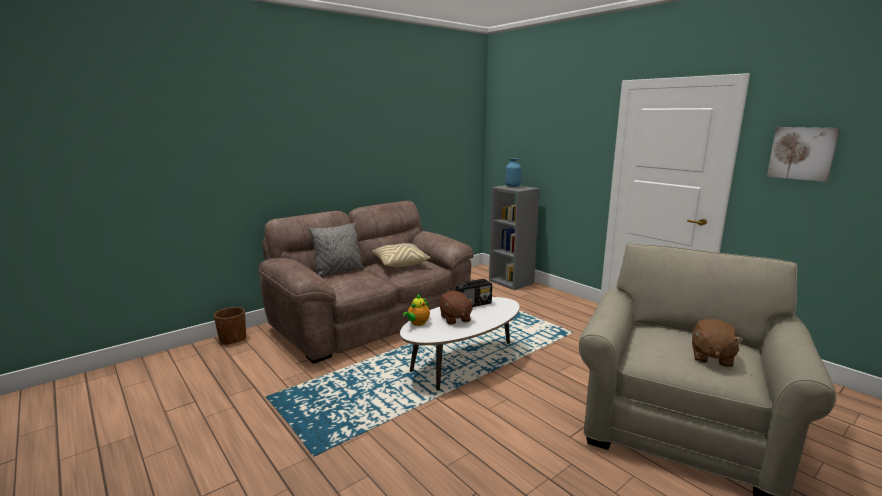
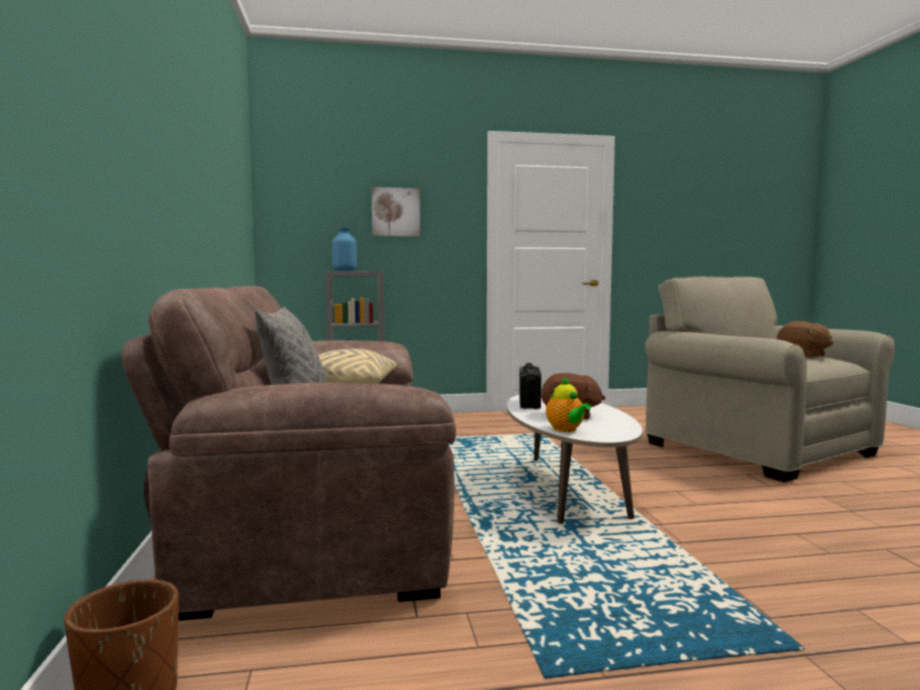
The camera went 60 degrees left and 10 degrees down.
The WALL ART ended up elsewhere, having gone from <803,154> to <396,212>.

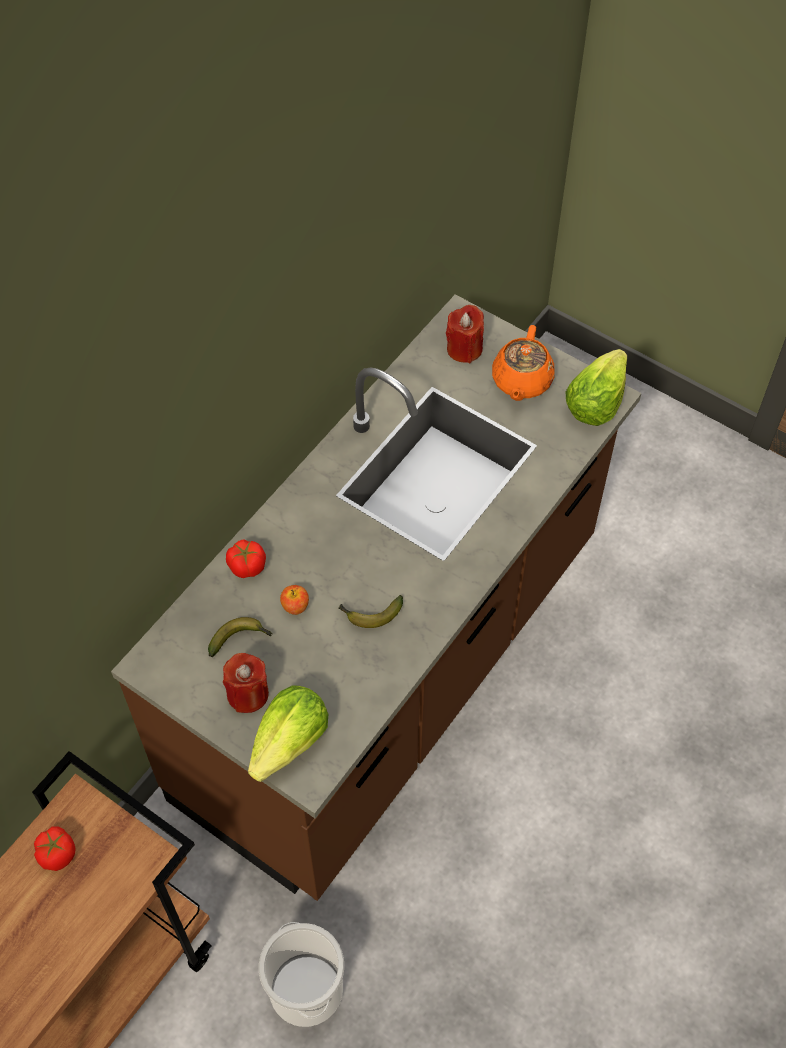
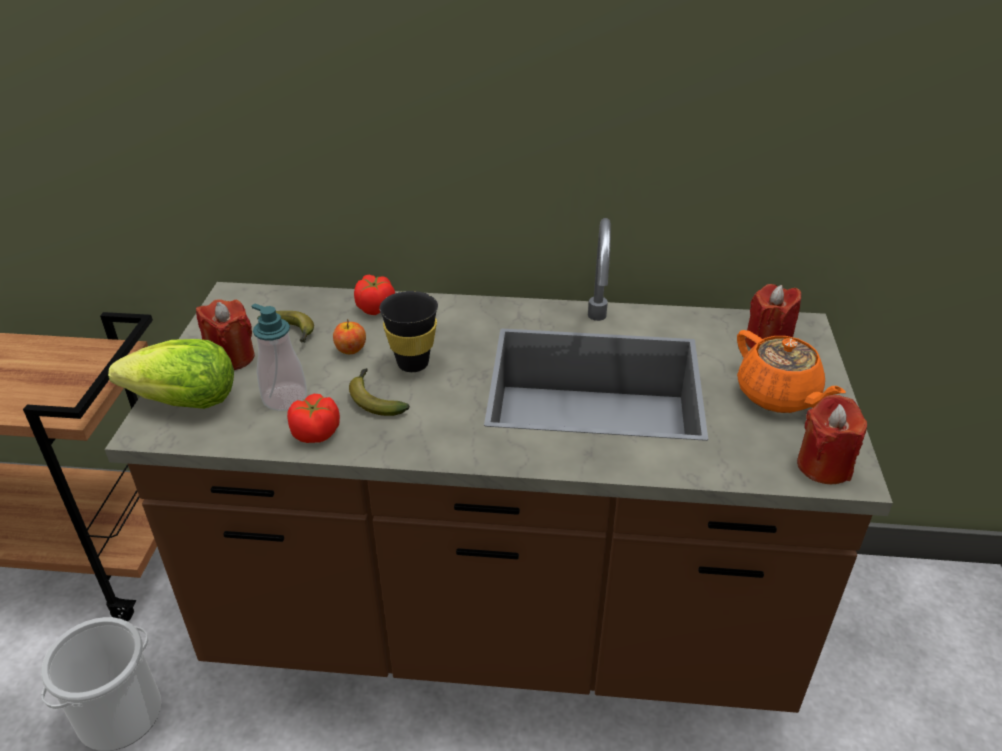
The camera went 60 degrees right and 20 degrees down.
The ORANGE-COLOURED POT FOR TEA at <523,363> ended up facing another way, 105 degrees counterclockwise from before.
Where the HEAD OF LETTUCE stood at <596,387>, the REDDISH WAX CANDLE came to stand at <832,439>.
The TOMATO ended up elsewhere, having gone from <55,848> to <313,418>.
The second view gained the BLACKISH DRINKING CUP at <408,331>.
The second view gained the SOAP DISPENSER at <279,357>.

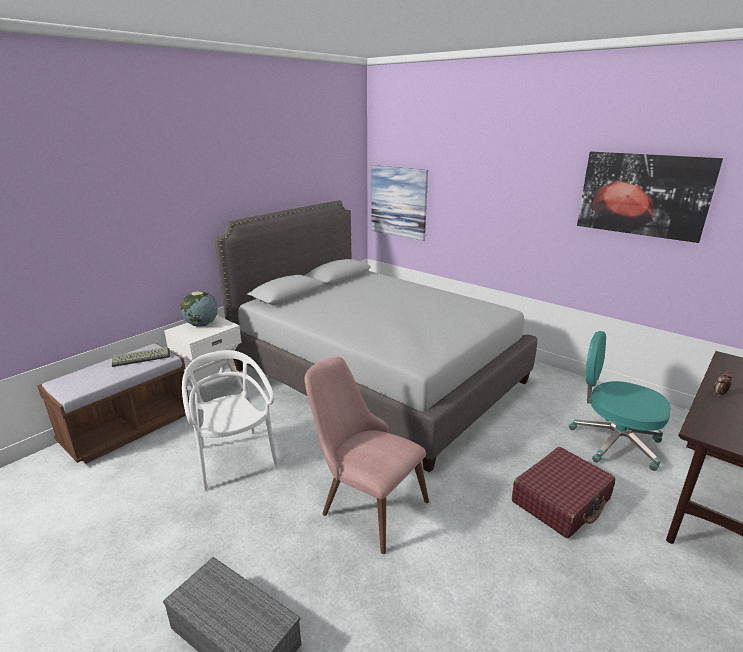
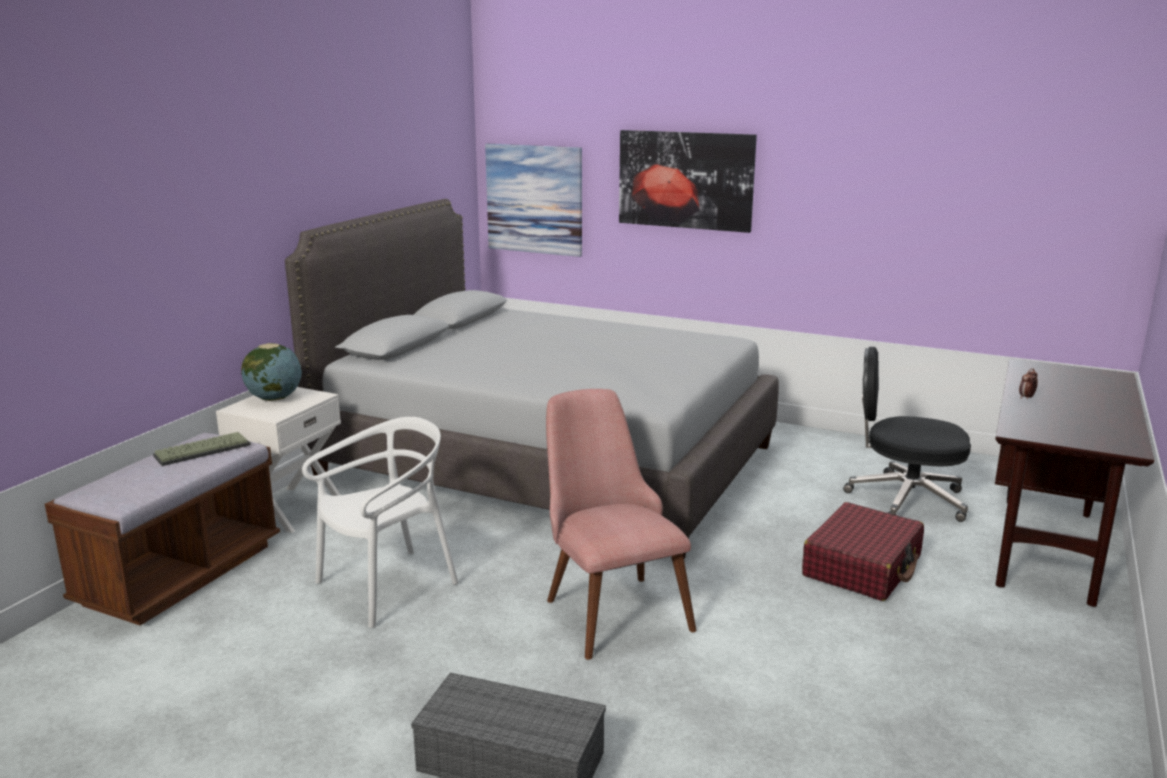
The camera went 15 degrees left and 5 degrees down.
The WALL ART ended up elsewhere, having gone from <650,197> to <688,181>.
What was the BLUE-GREEN COMPUTER CHAIR at <620,401> turned into the BLACKISH COMPUTER CHAIR at <907,434>.
The WHITE-COLOURED UPRIGHT CHAIR at <230,420> ended up facing another way, 90 degrees clockwise from before.
The PINKISH UPRIGHT CHAIR at <366,455> ended up facing another way, 45 degrees clockwise from before.

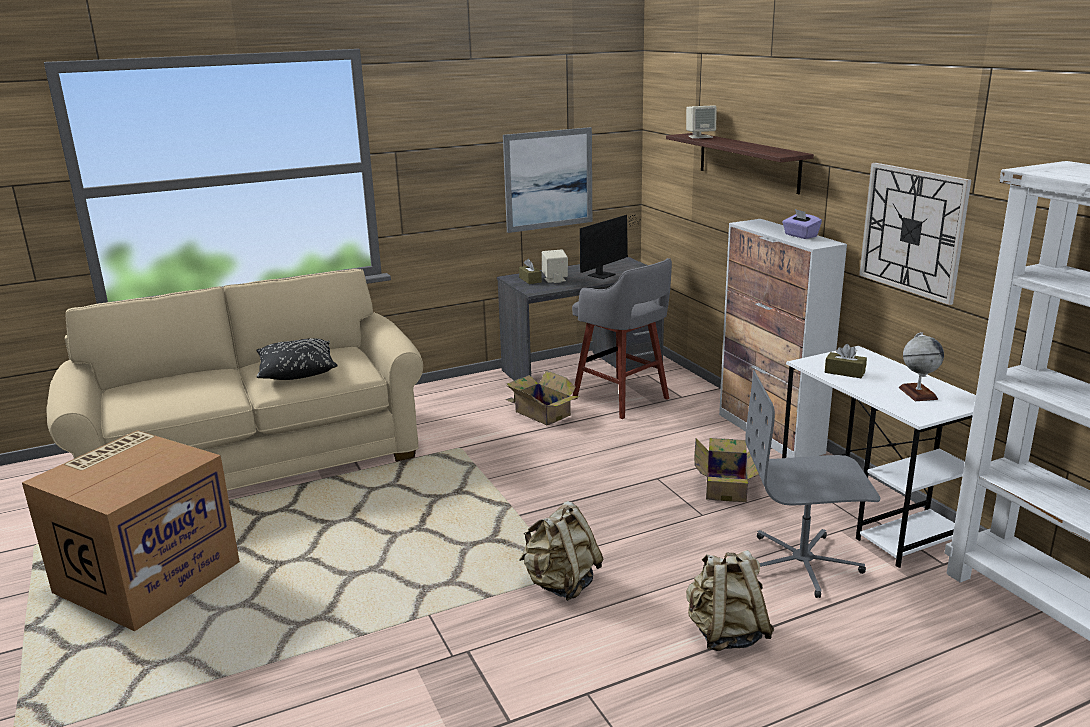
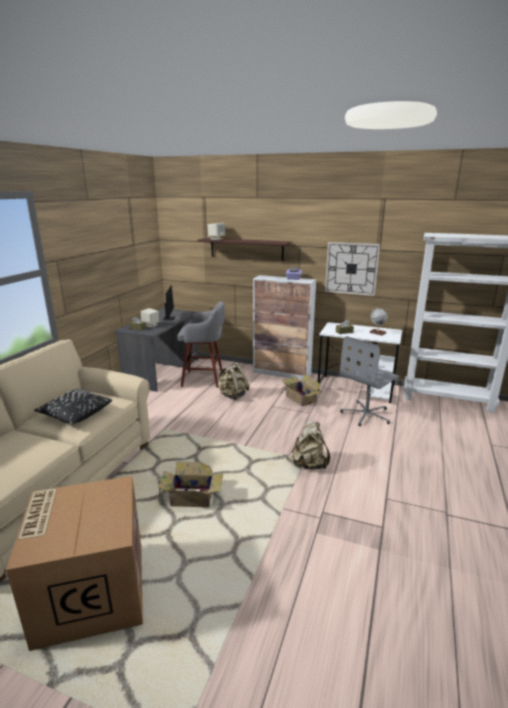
The camera went 45 degrees left and 0 degrees up.
The second view lost the WALL ART at <547,180>.
The CARTON ended up elsewhere, having gone from <542,397> to <190,484>.
The BEIGE BACKPACK ended up elsewhere, having gone from <730,600> to <233,381>.

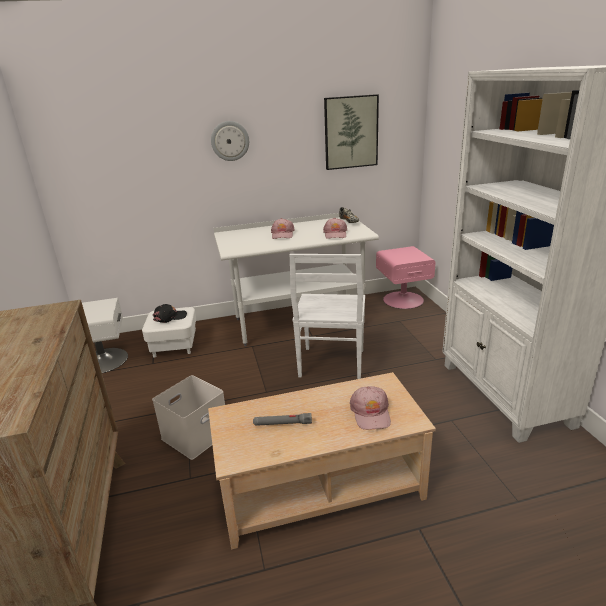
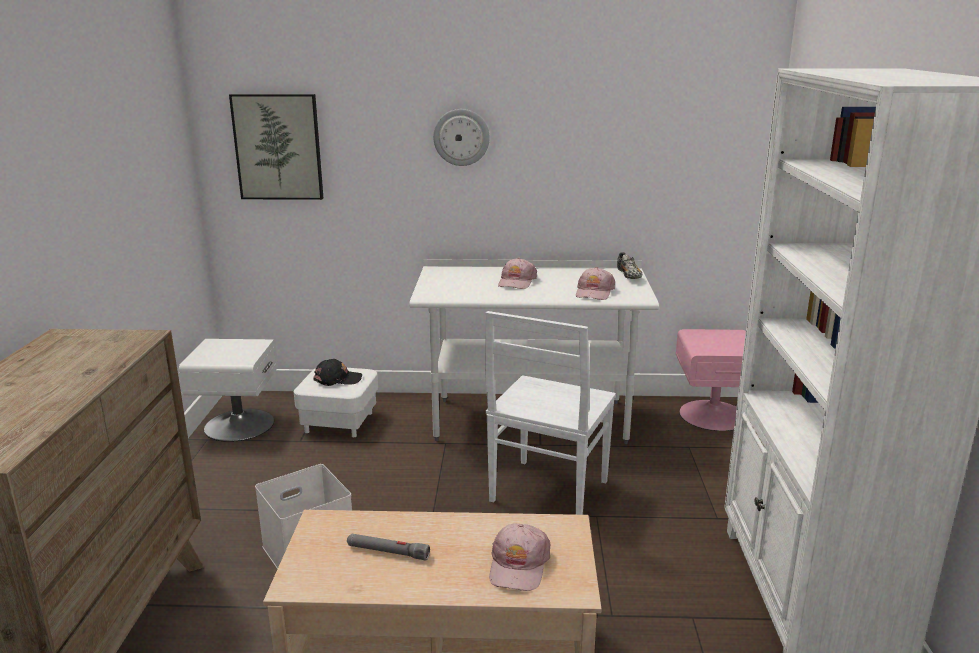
The camera went 15 degrees right and 5 degrees down.
The WALL ART ended up elsewhere, having gone from <351,132> to <276,147>.

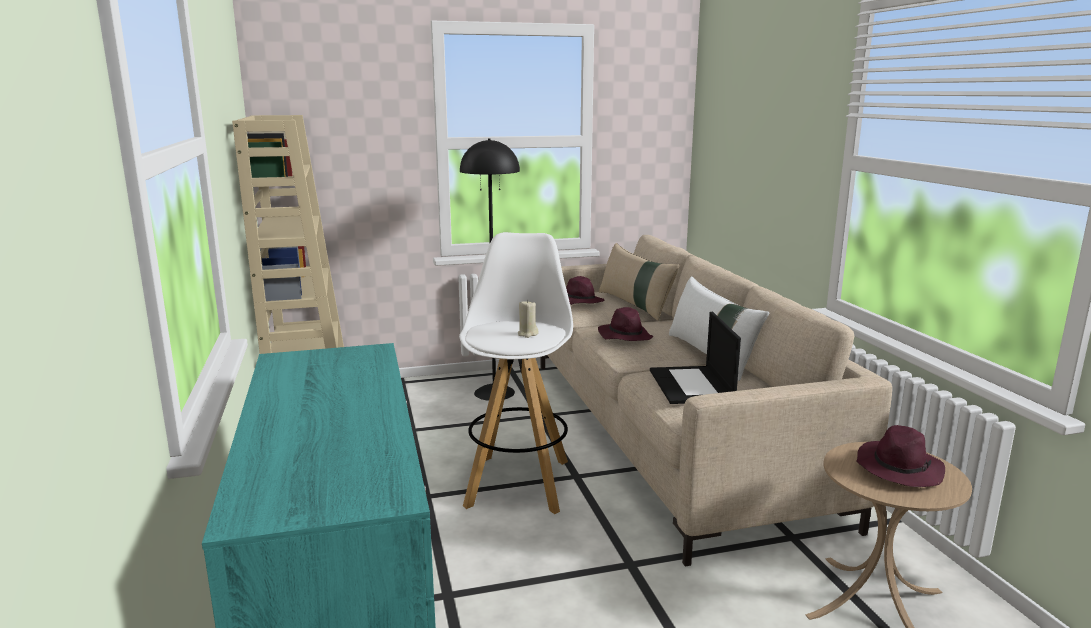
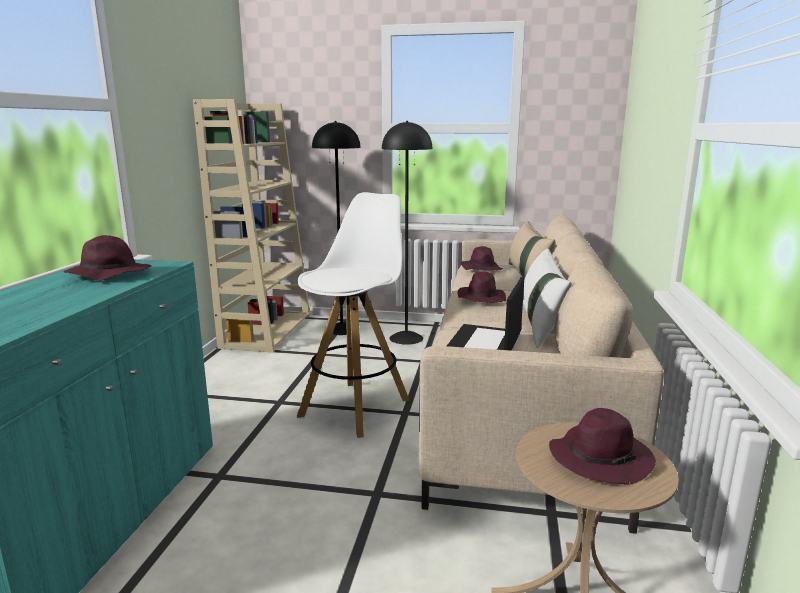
The camera went 25 degrees right and 0 degrees up.
The second view lost the BEIGE WAX CANDLE at <528,319>.
The second view gained the BLACKISH STANDARD LAMP at <336,228>.
The second view gained the PURPLISH WEARABLE HAT at <107,258>.

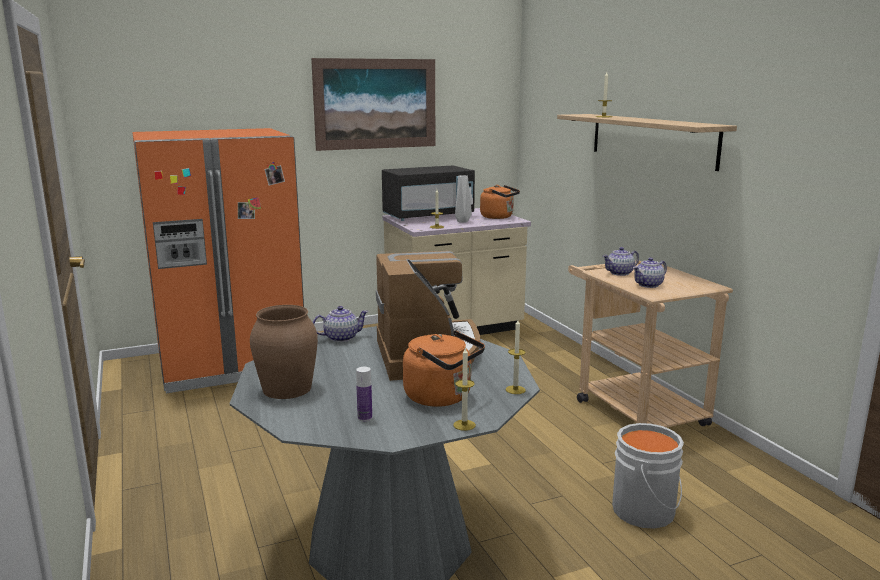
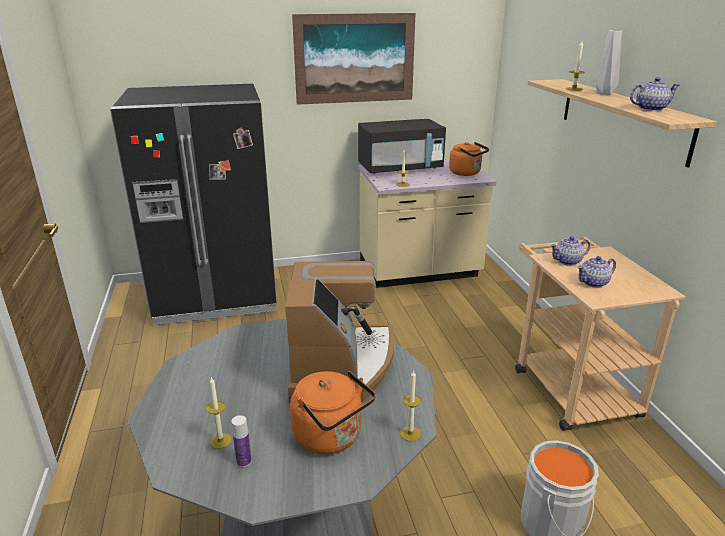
The camera went 10 degrees right and 10 degrees up.
What was the ORANGE-COLOURED FRIDGE at <218,260> turned into the BLACKISH FRIDGE at <193,205>.
The GREYISH FLOWER VASE ended up elsewhere, having gone from <463,199> to <609,62>.
The second view lost the BROWN-COLOURED FLOWER VASE at <284,352>.
The POT FOR TEA ended up elsewhere, having gone from <341,324> to <655,94>.
The WAX CANDLE ended up elsewhere, having gone from <464,389> to <219,413>.

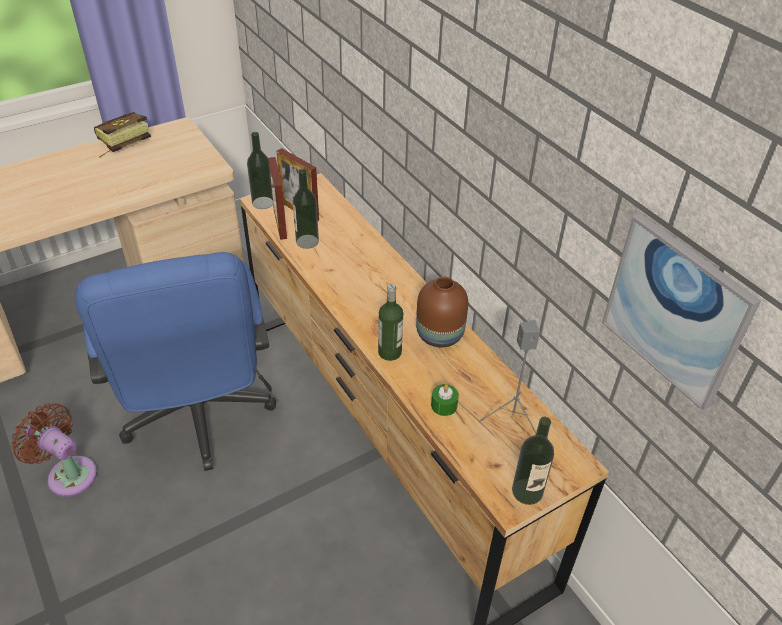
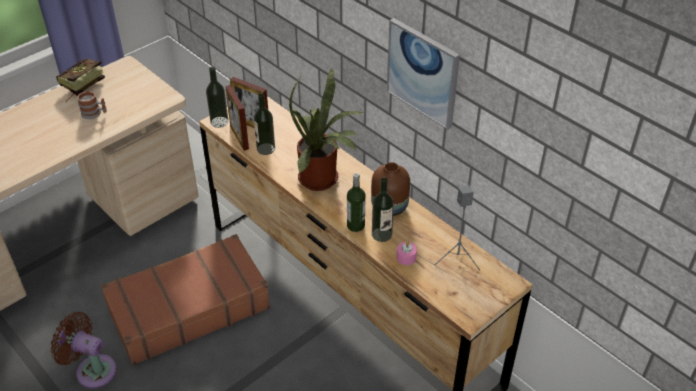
The camera went 10 degrees left and 0 degrees up.
The WALL ART ended up elsewhere, having gone from <681,312> to <423,74>.
Where the BLUE COMPUTER CHAIR stood at <175,361>, the BROWN-COLOURED TRAVEL CASE came to stand at <185,299>.
What was the GREENISH WAX CANDLE at <445,400> turned into the PINKISH WAX CANDLE at <407,253>.
The BEVERAGE BOTTLE ended up elsewhere, having gone from <533,461> to <383,209>.
The second view gained the PLANT IN A POT at <326,129>.
The second view gained the MUG at <92,105>.

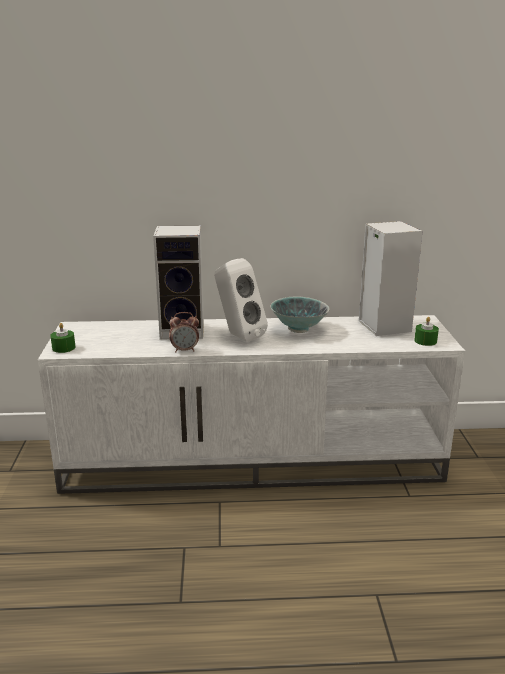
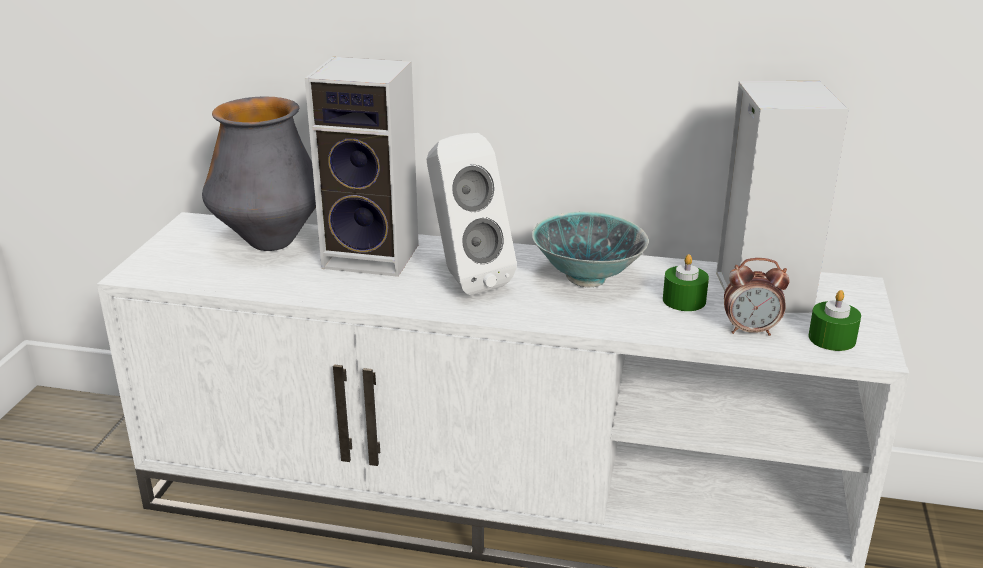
The camera went 15 degrees right and 5 degrees up.
The BEDSIDE CLOCK ended up elsewhere, having gone from <184,332> to <757,297>.
The GREENISH WAX CANDLE ended up elsewhere, having gone from <63,338> to <686,282>.
The second view gained the FLOWER VASE at <259,174>.

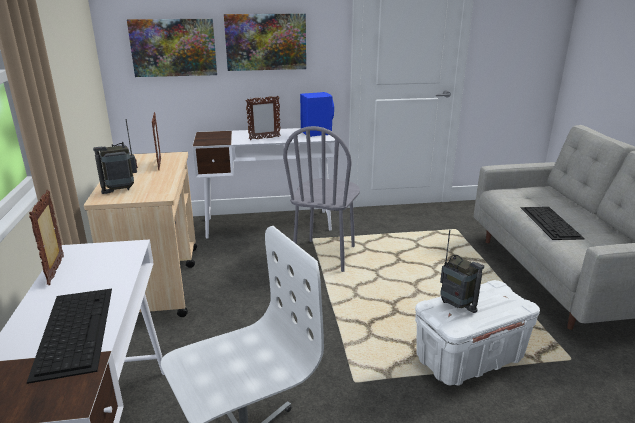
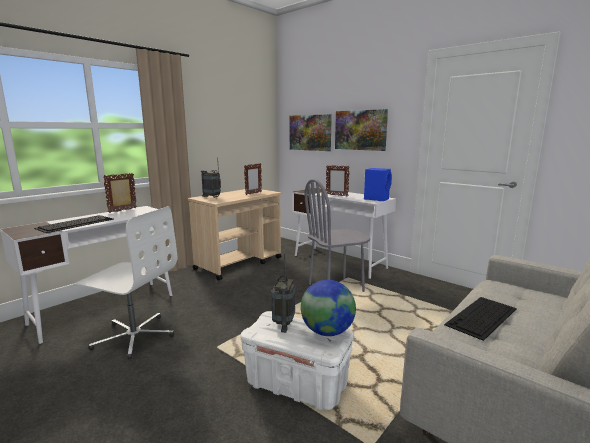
The camera went 50 degrees right and 10 degrees down.
The second view gained the GLOBE at <328,308>.

